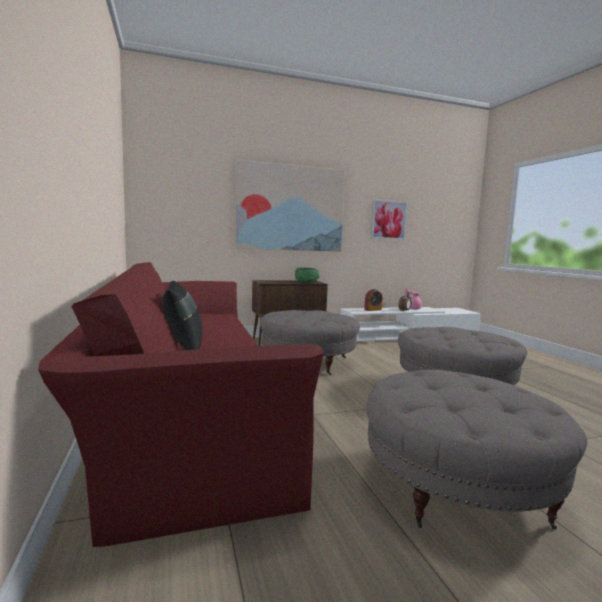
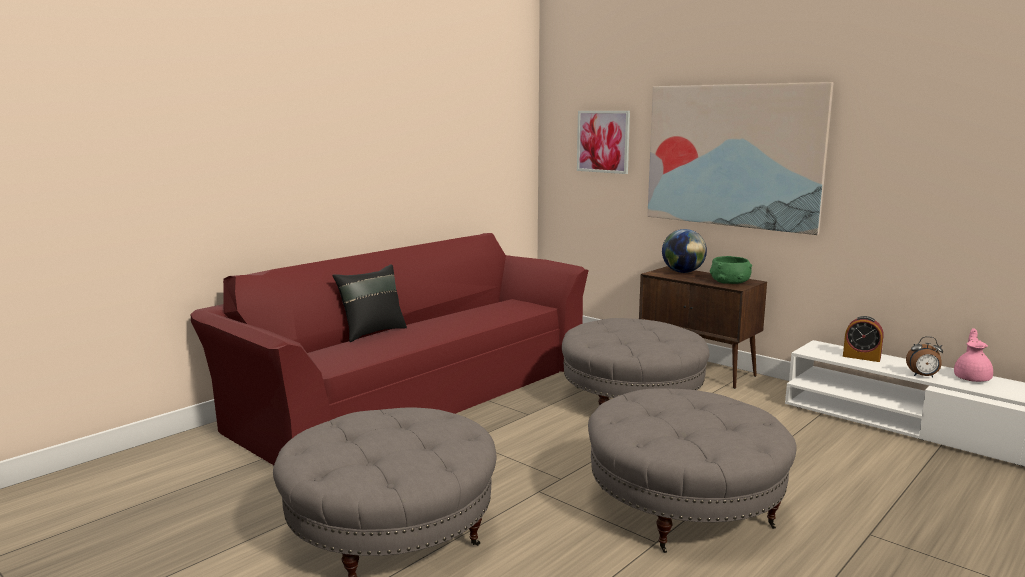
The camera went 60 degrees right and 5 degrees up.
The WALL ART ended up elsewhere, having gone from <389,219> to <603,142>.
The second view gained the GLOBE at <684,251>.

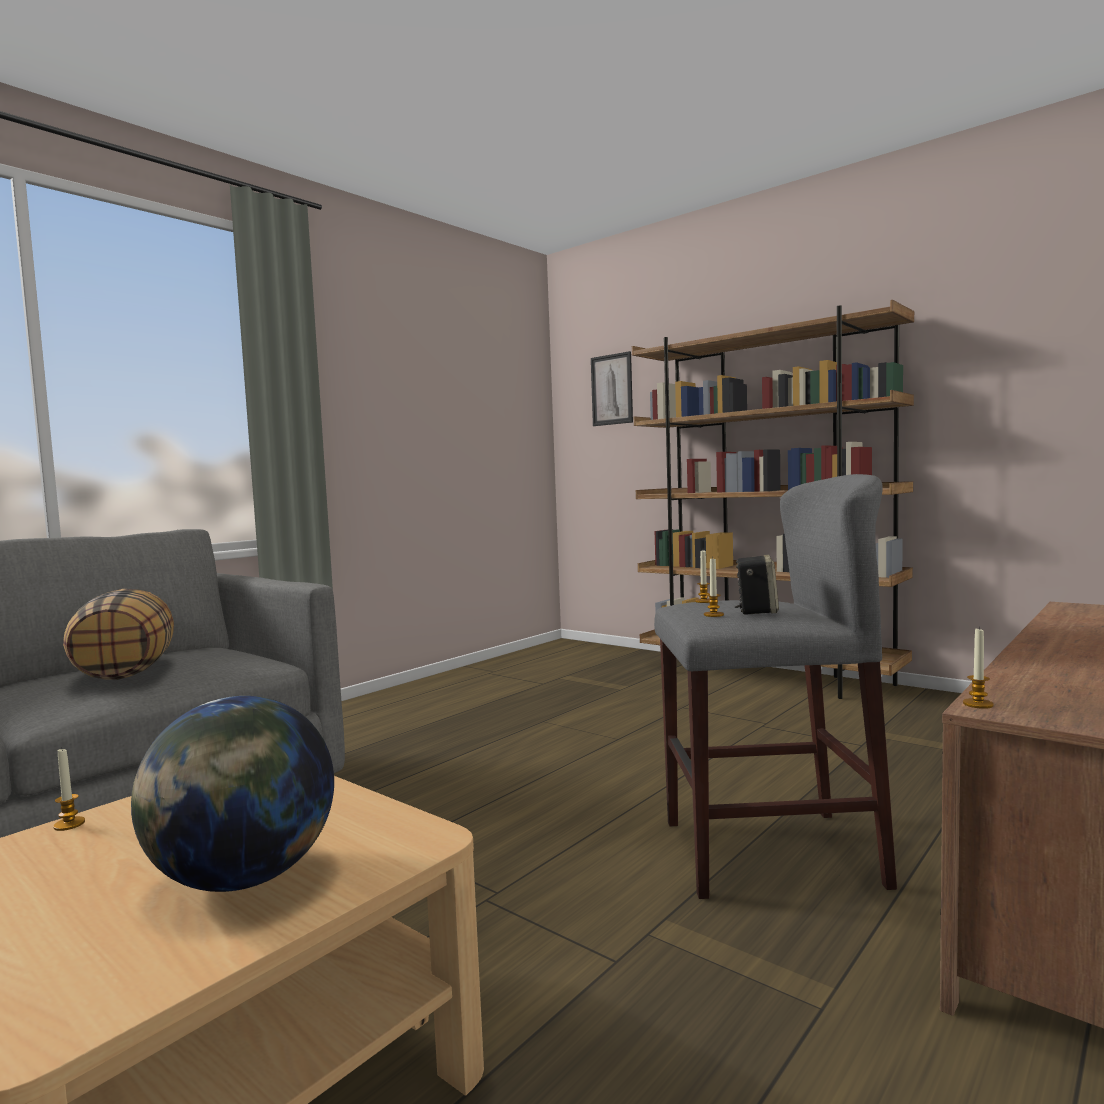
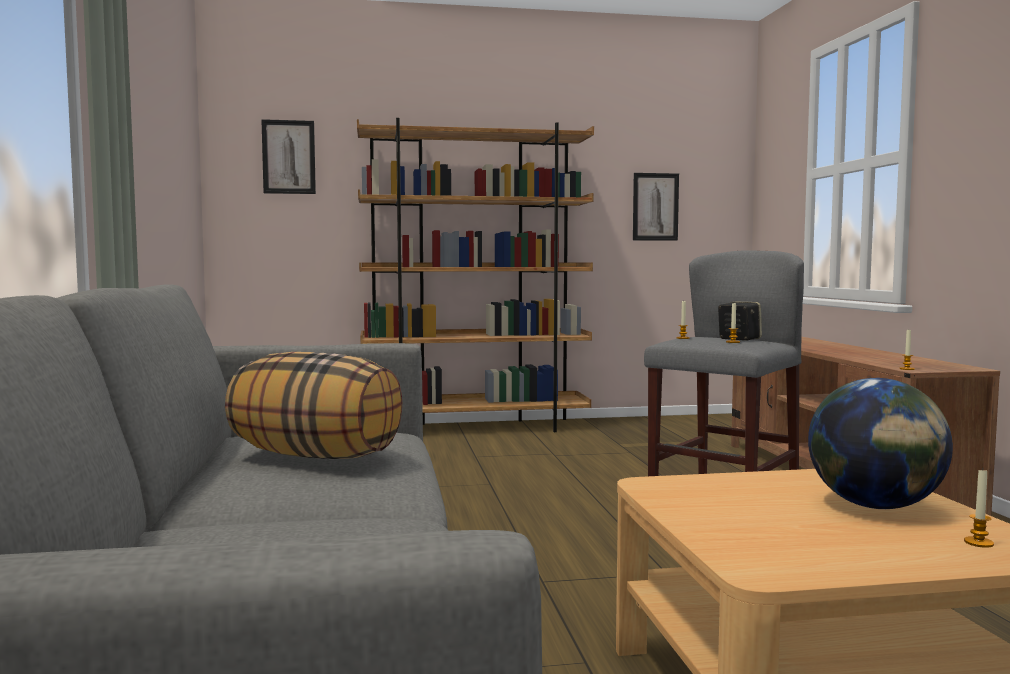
The camera went 50 degrees left and 0 degrees up.
The WAX CANDLE ended up elsewhere, having gone from <69,790> to <979,509>.
The second view gained the WALL ART at <656,207>.

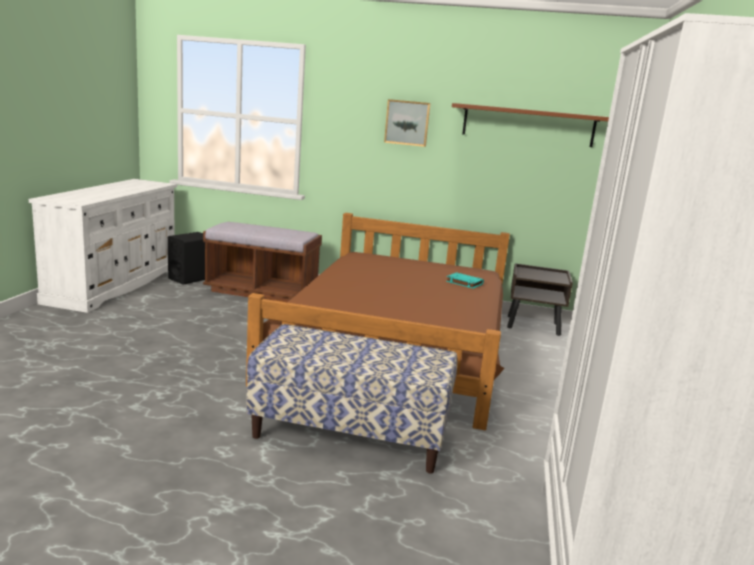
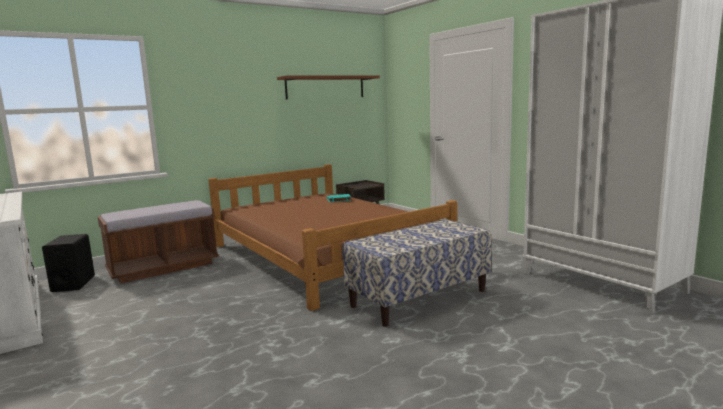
The camera went 45 degrees left and 5 degrees down.
The second view lost the WALL ART at <407,123>.

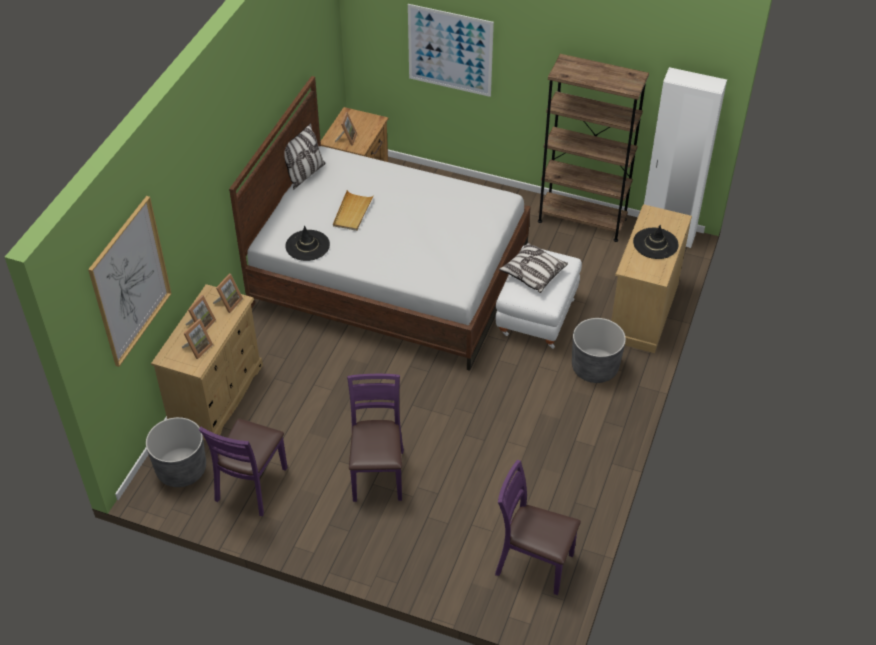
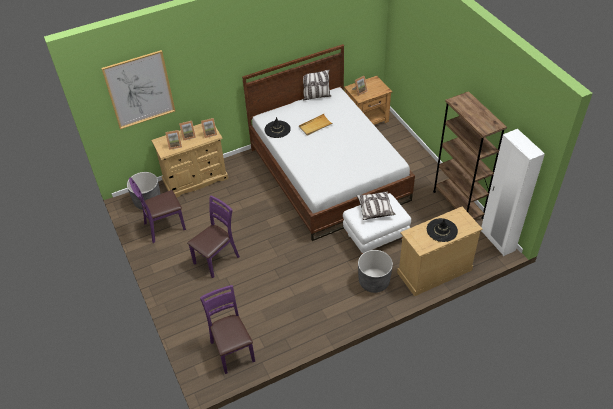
The camera went 45 degrees right and 0 degrees up.
The second view lost the WALL ART at <451,50>.

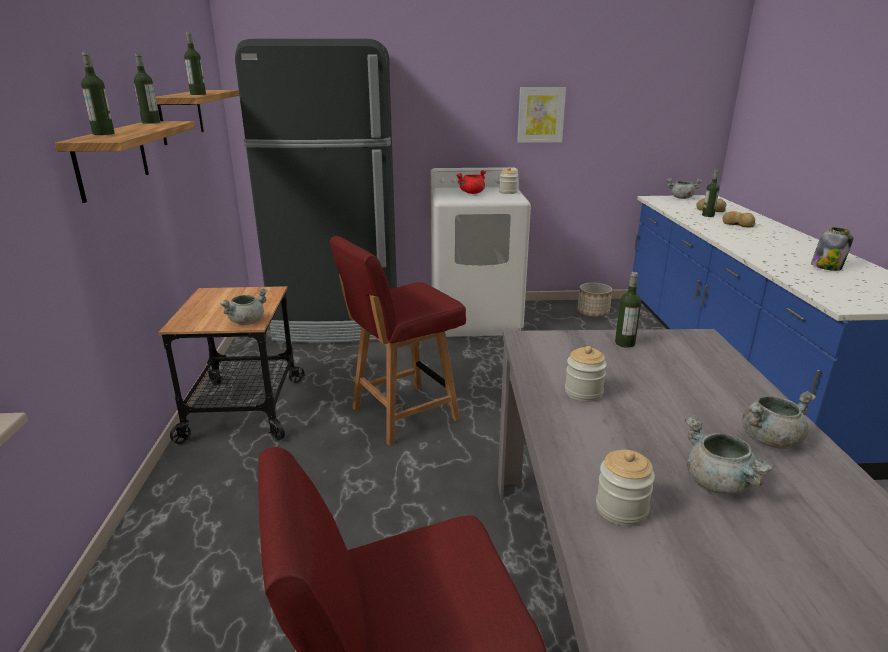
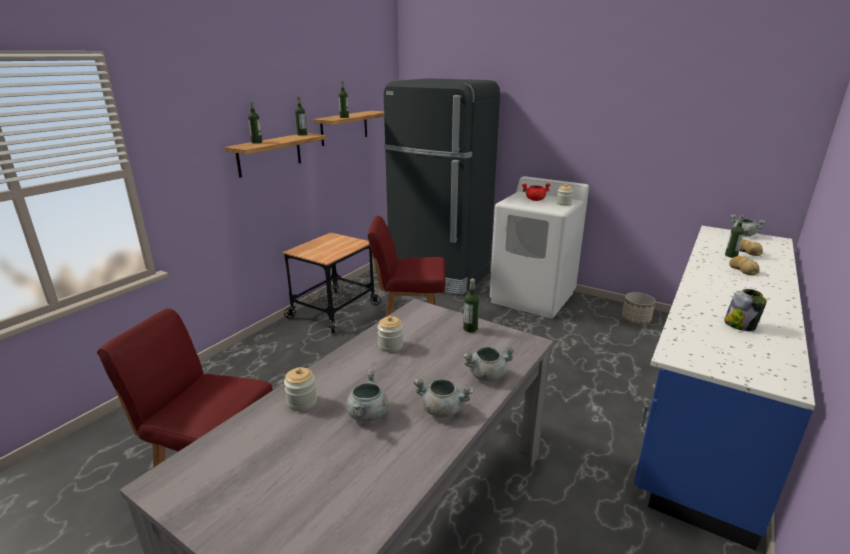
The camera went 35 degrees right and 0 degrees up.
The second view lost the WALL ART at <541,115>.
The GREYISH COOKING POT ended up elsewhere, having gone from <244,306> to <489,364>.

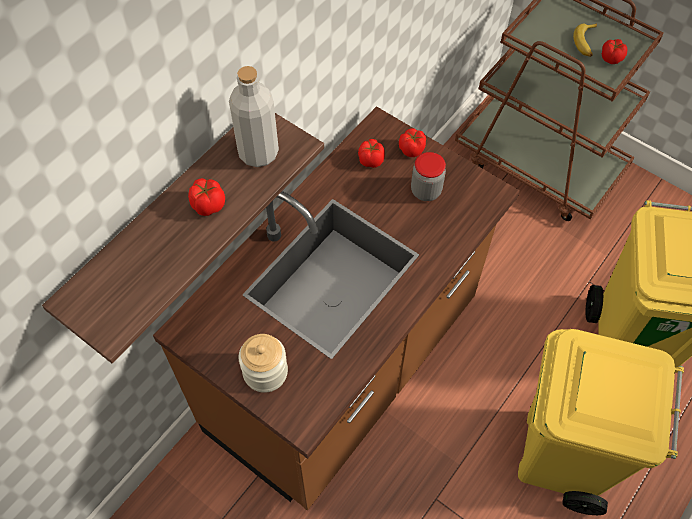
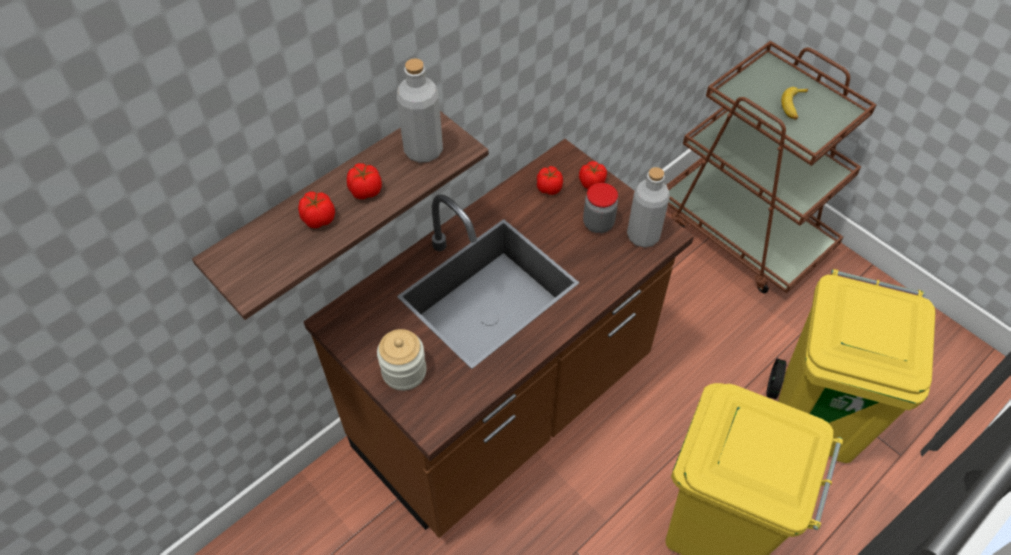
The camera went 10 degrees right and 5 degrees down.
The TOMATO ended up elsewhere, having gone from <614,51> to <316,209>.
The second view gained the GREYISH BEVERAGE BOTTLE at <648,207>.

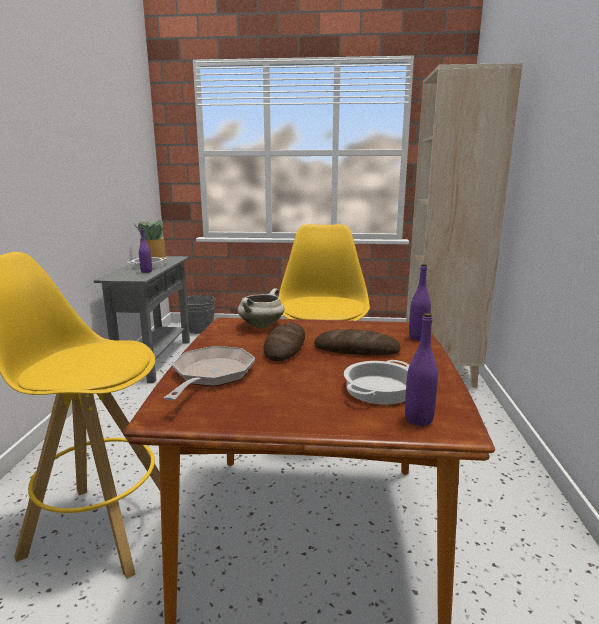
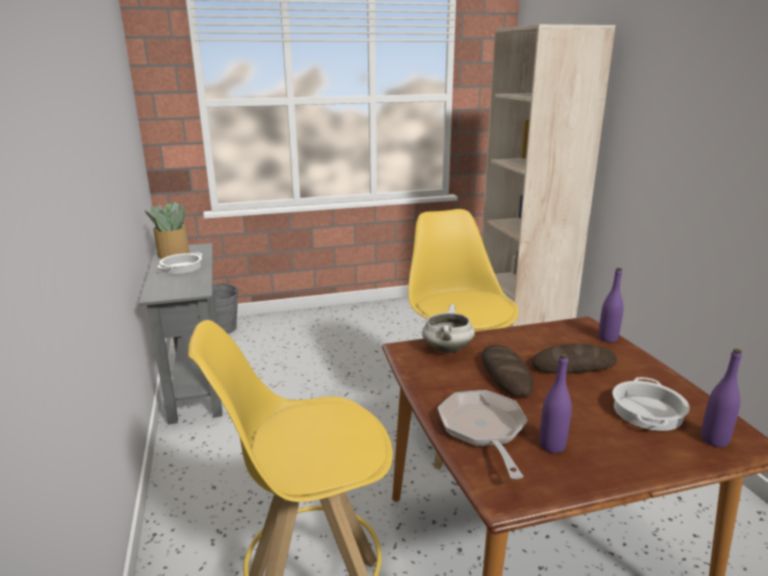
The camera went 20 degrees left and 5 degrees up.
The PURPLISH BEVERAGE BOTTLE ended up elsewhere, having gone from <145,250> to <555,403>.

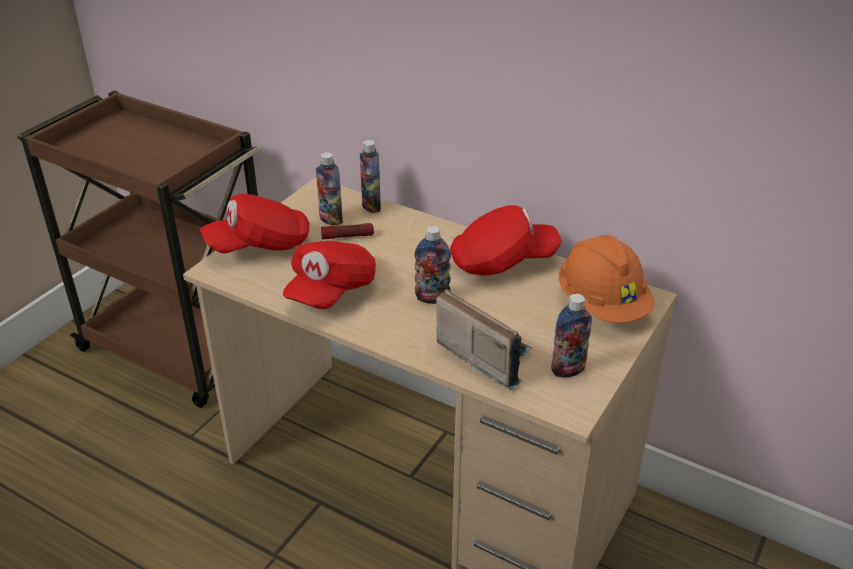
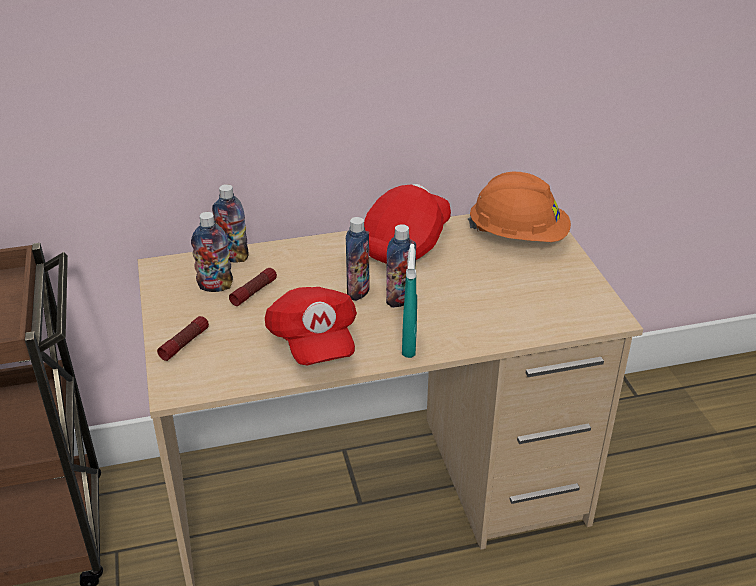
The camera went 45 degrees left and 0 degrees up.
Where the REDDISH PEAKED CAP stood at <254,223>, the FLASHLIGHT came to stand at <183,338>.
The second view lost the RADIO at <484,339>.
The BEVERAGE BOTTLE ended up elsewhere, having gone from <571,335> to <358,259>.
The second view gained the BLUE-GREEN HAND SPRAYER at <409,301>.

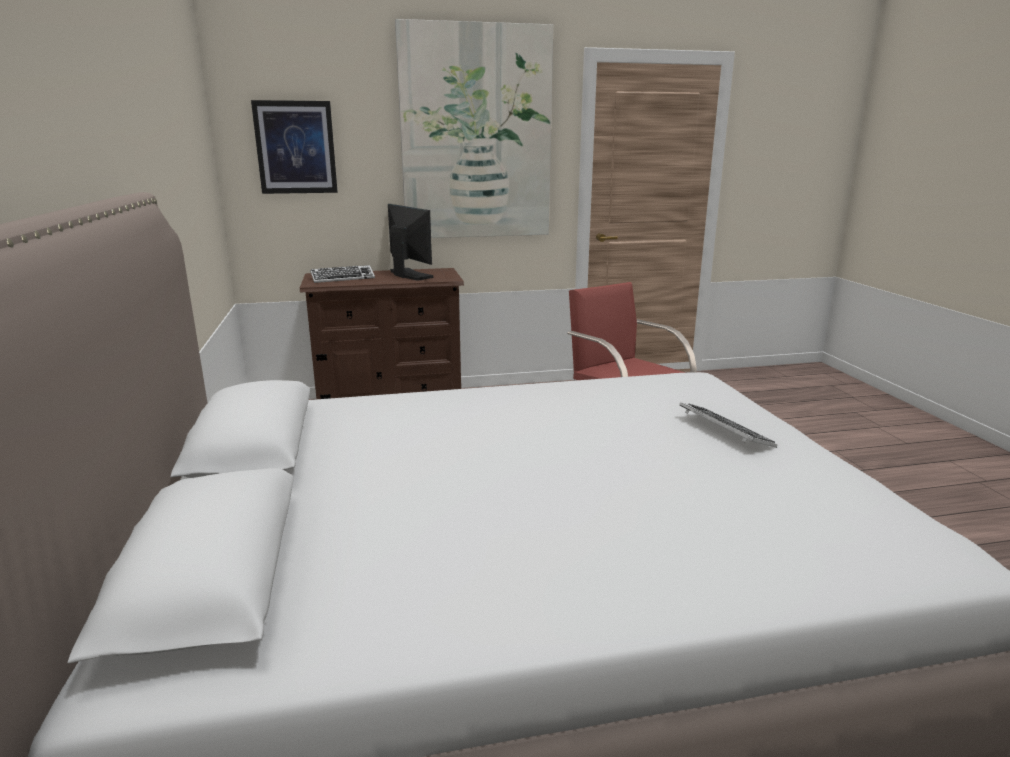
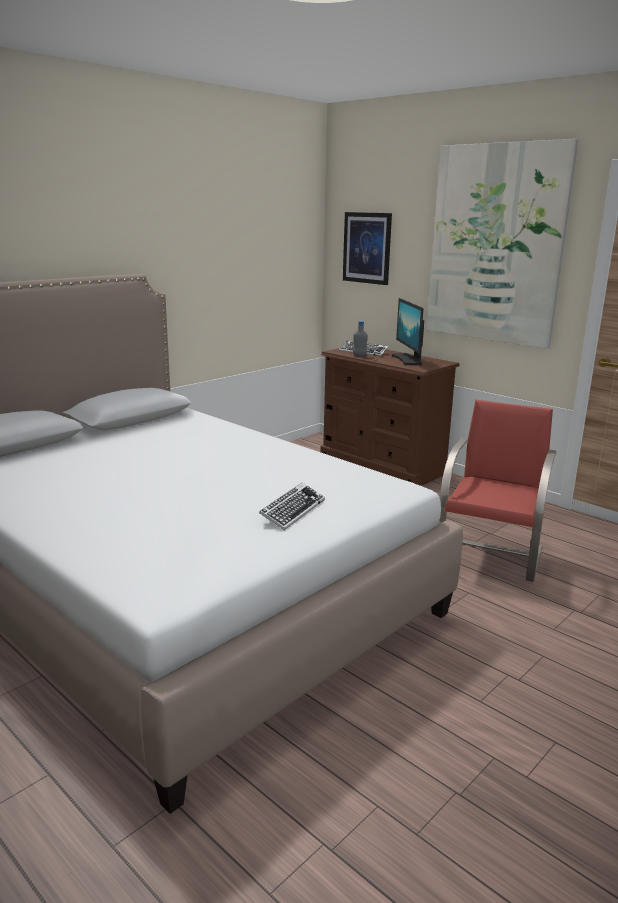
The camera went 55 degrees right and 0 degrees up.
The COMPUTER SCREEN at <410,242> ended up facing another way, 150 degrees clockwise from before.
The second view gained the GREYISH BEVERAGE BOTTLE at <360,339>.

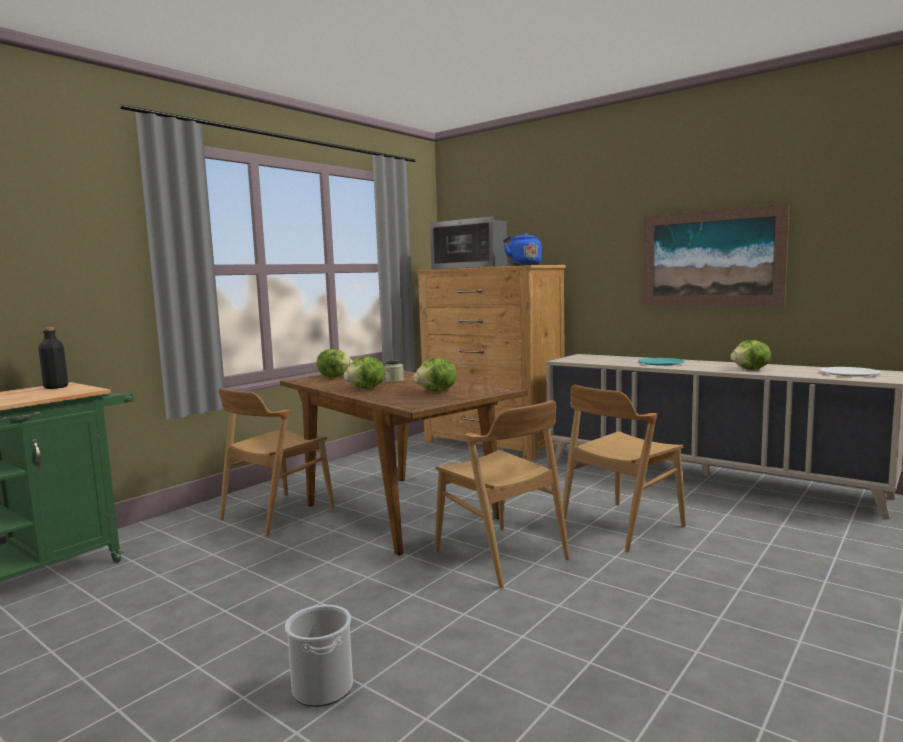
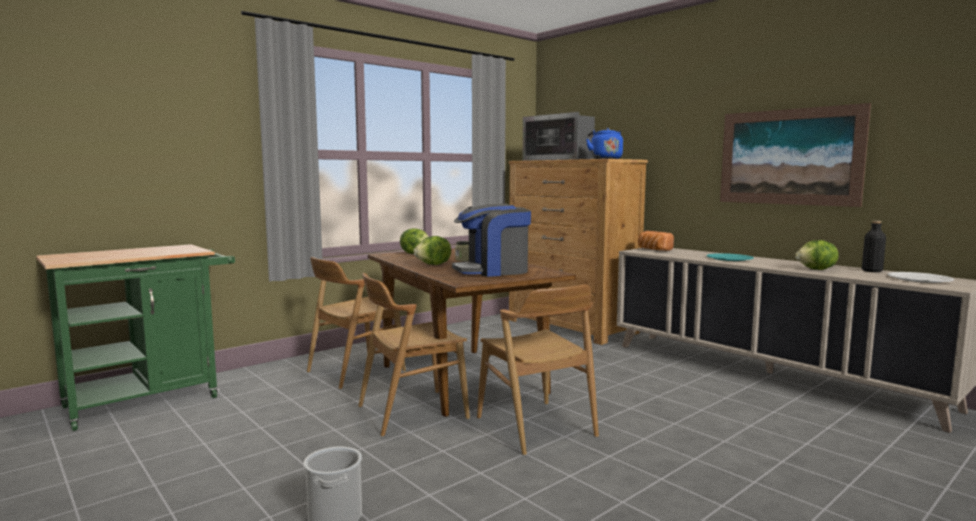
The camera went 10 degrees right and 0 degrees up.
The BLACKISH BEVERAGE BOTTLE ended up elsewhere, having gone from <53,358> to <874,246>.
Where the HEAD OF LETTUCE stood at <435,374>, the COFFEE MAKER came to stand at <491,240>.
The BROWN-COLOURED UPRIGHT CHAIR ended up elsewhere, having gone from <624,468> to <414,354>.
The second view gained the BAKERY BREAD at <656,241>.

